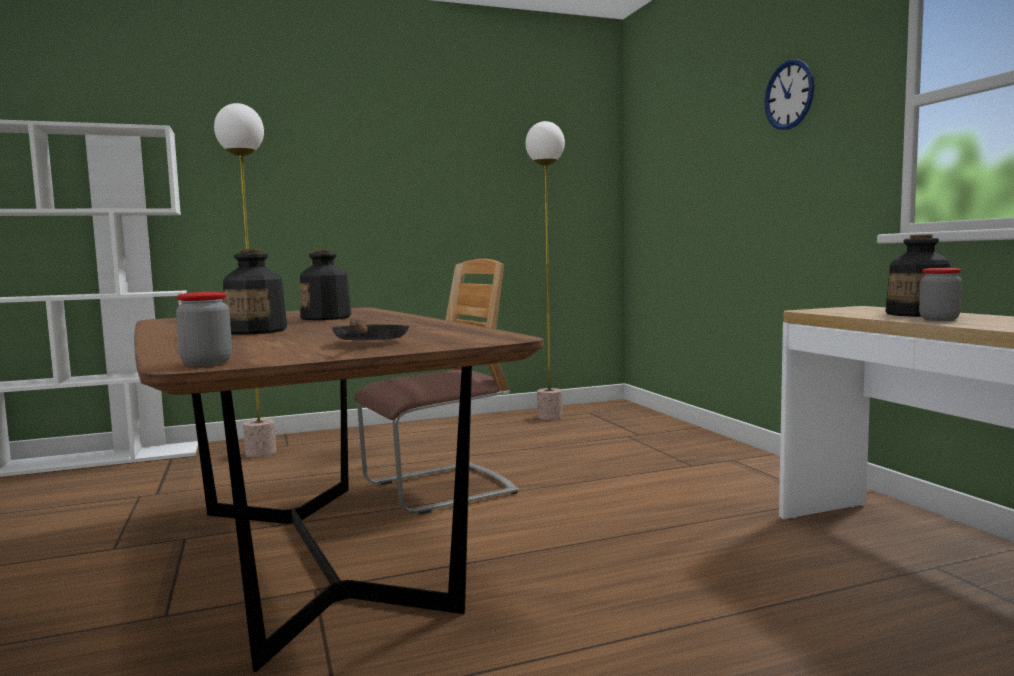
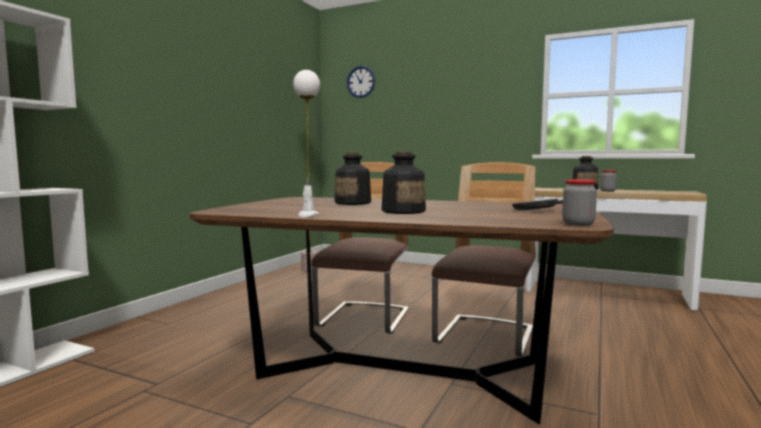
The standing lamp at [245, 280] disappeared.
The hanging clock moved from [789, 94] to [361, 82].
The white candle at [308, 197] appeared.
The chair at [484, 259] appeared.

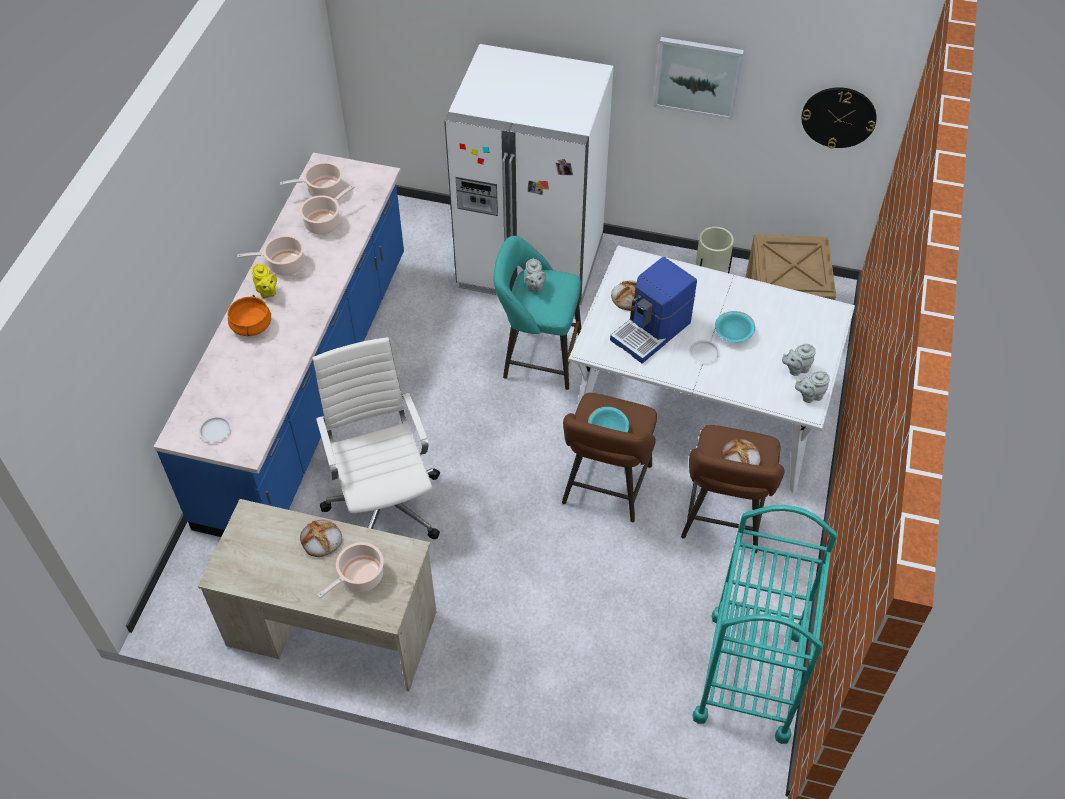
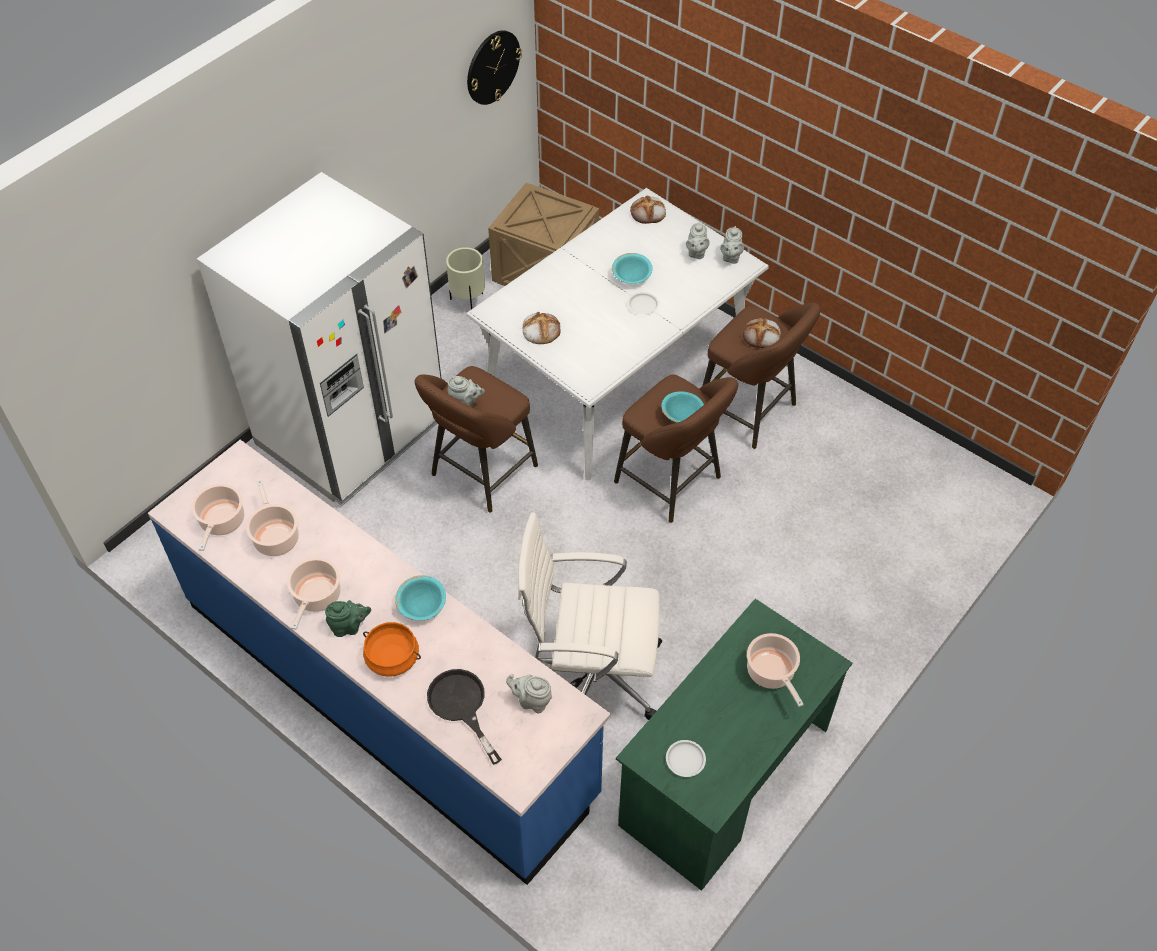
The beige-coloured desk unit at [317, 595] became the greenish desk unit at [734, 745].
The white flat dish moved from [215, 429] to [686, 758].
The yellowish tea pot at [264, 280] became the greenish tea pot at [348, 618].
The baked bread moved from [321, 538] to [648, 210].
The blue-green stool seat at [537, 313] became the brown stool seat at [476, 439].
The coffee brewer at [653, 310] disappeared.
The wall art at [699, 78] disappeared.
The blue-green trolley at [765, 624] disappeared.
The blue-green deep dish at [420, 598] appeared.
The blackish frying pan at [464, 717] appeared.
The gray tea pot at [529, 693] appeared.

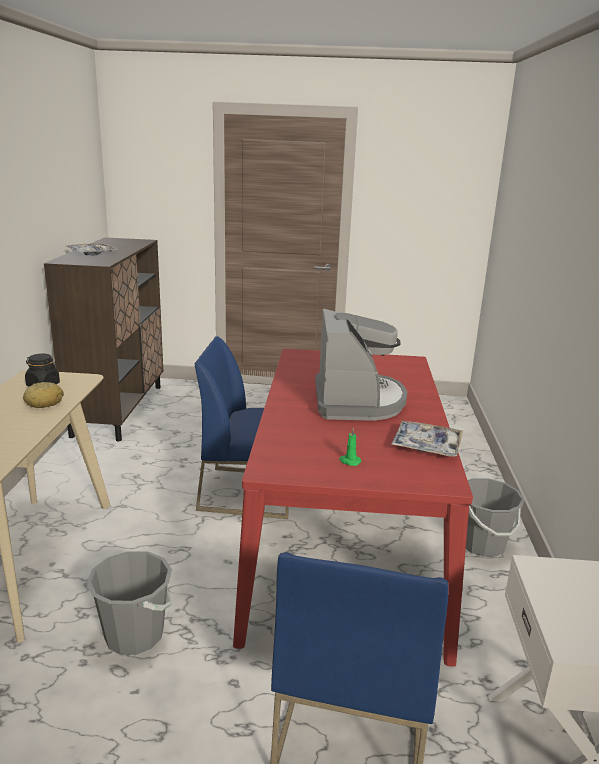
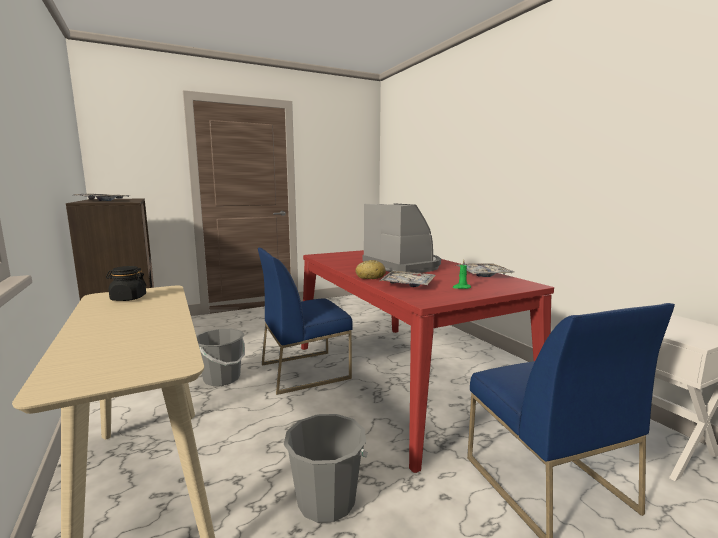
The baked bread moved from [43, 395] to [370, 269].
The gray water bucket moved from [495, 517] to [220, 357].
The tray at [407, 279] appeared.

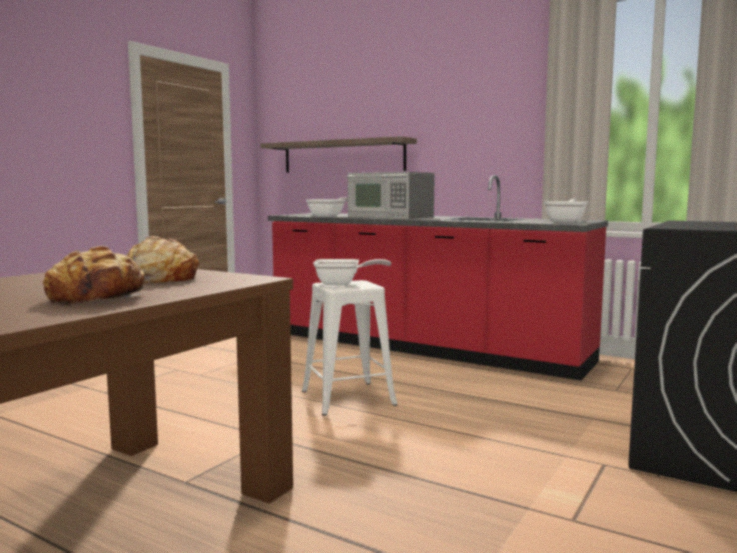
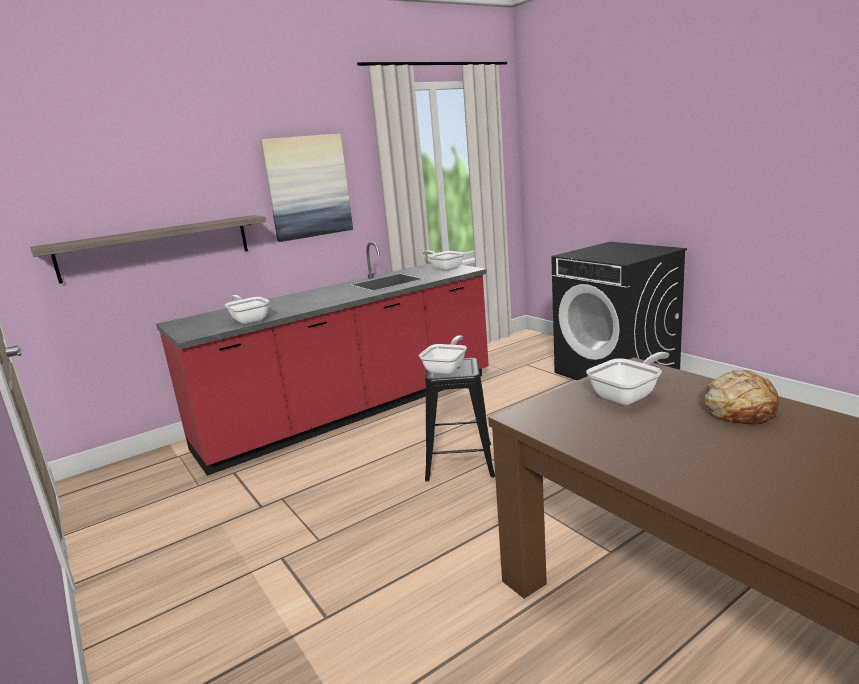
The baked bread at [163, 259] was replaced by the frying pan at [628, 379].
The white stool seat at [349, 348] became the blackish stool seat at [460, 420].
The microwave oven at [390, 195] disappeared.
The wall art at [306, 187] appeared.

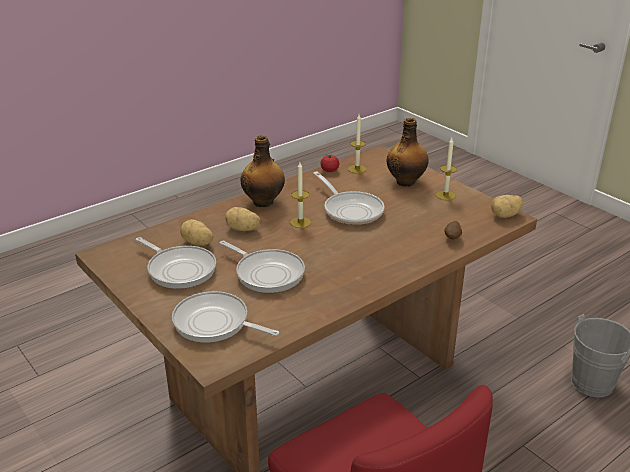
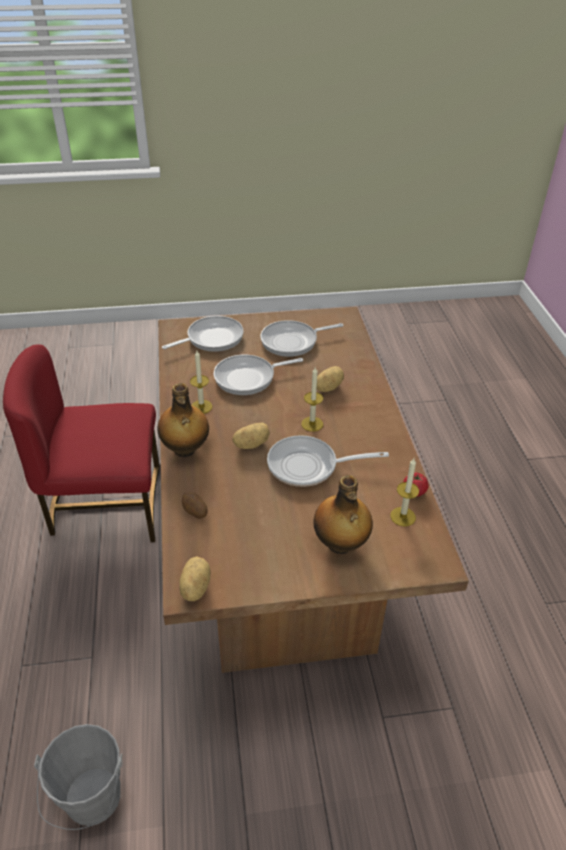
The whole potato moved from [196, 232] to [251, 436].
The beverage bottle moved from [263, 171] to [183, 420].
The candle moved from [446, 169] to [201, 382].

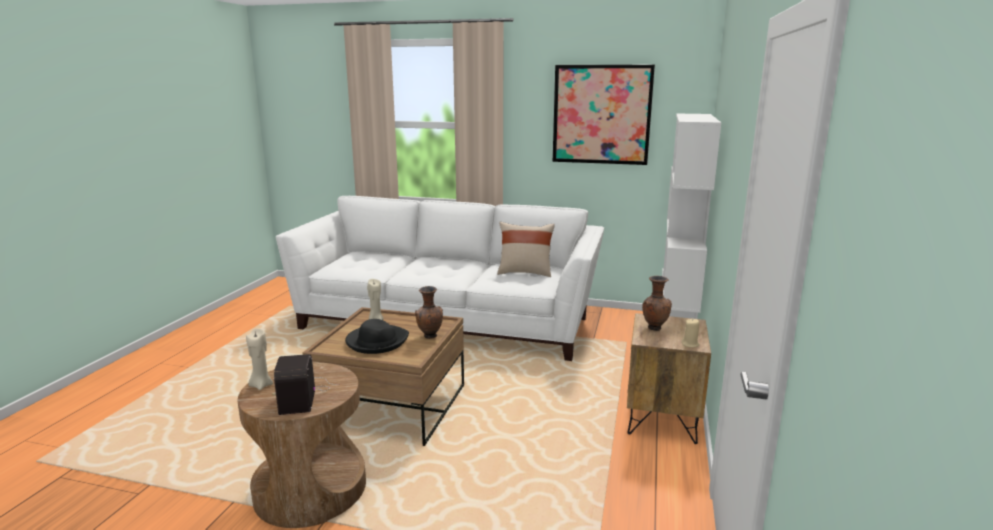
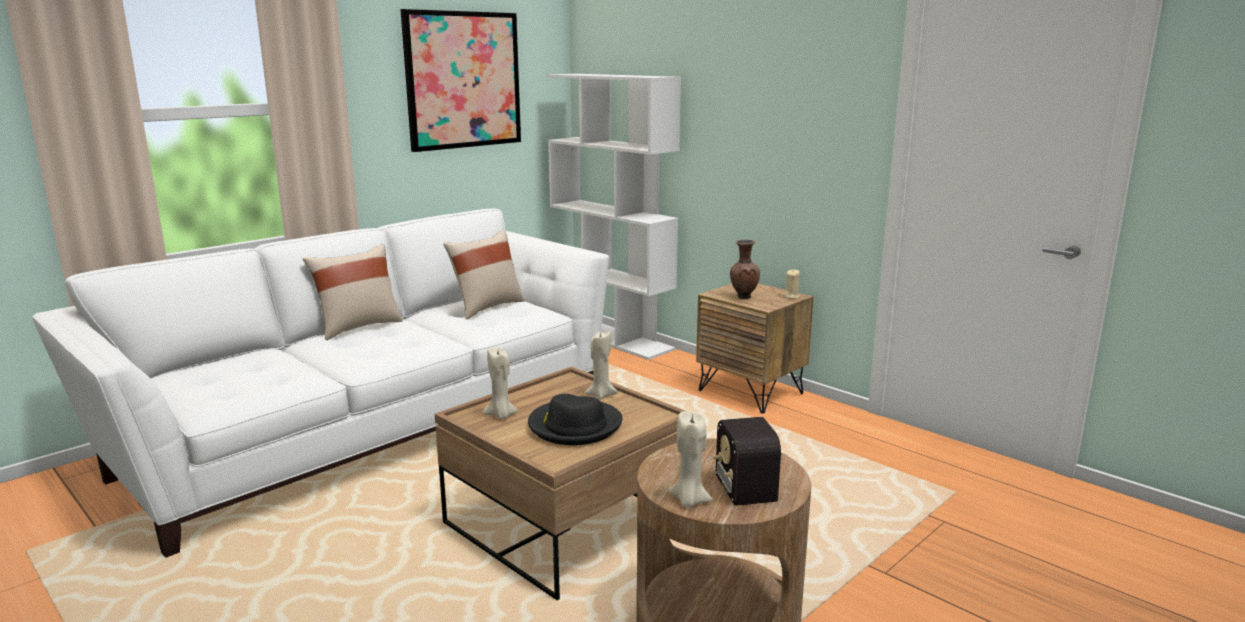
The radio set at [305, 384] turned 60 degrees clockwise.
The brown decorative vase at [429, 312] was replaced by the beige-coloured candle at [601, 364].
The beige-coloured cushion at [353, 292] appeared.

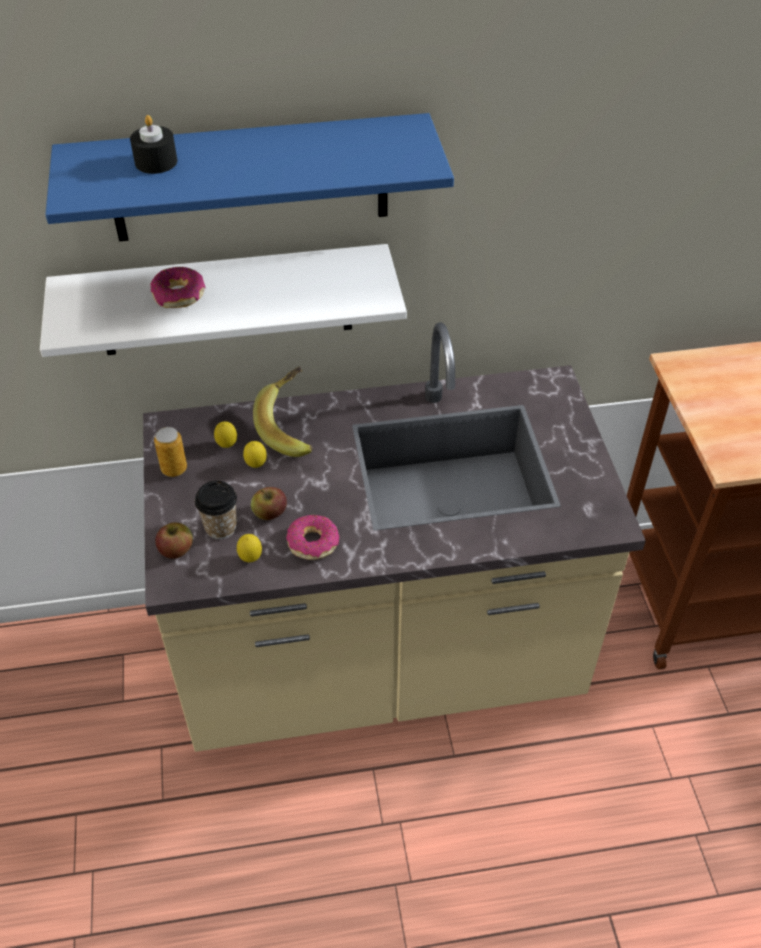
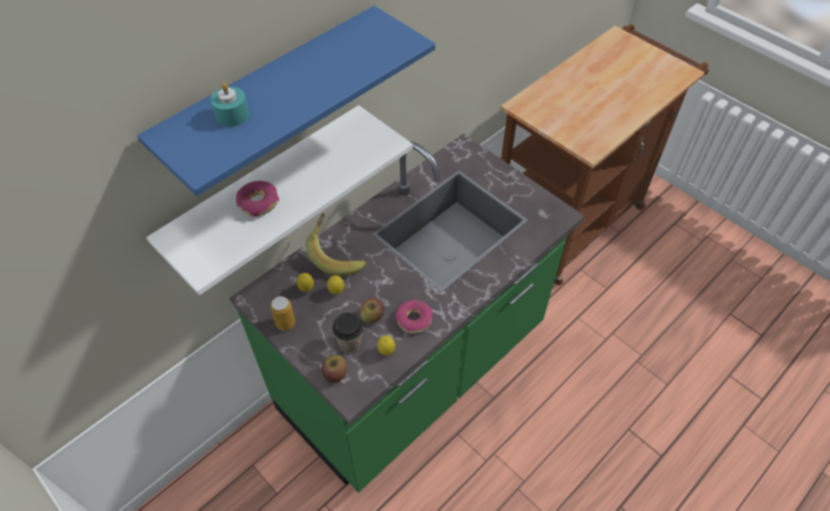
The blackish candle at [153, 144] became the blue-green candle at [229, 104].
The beige-coloured counter at [394, 537] became the greenish counter at [406, 313].

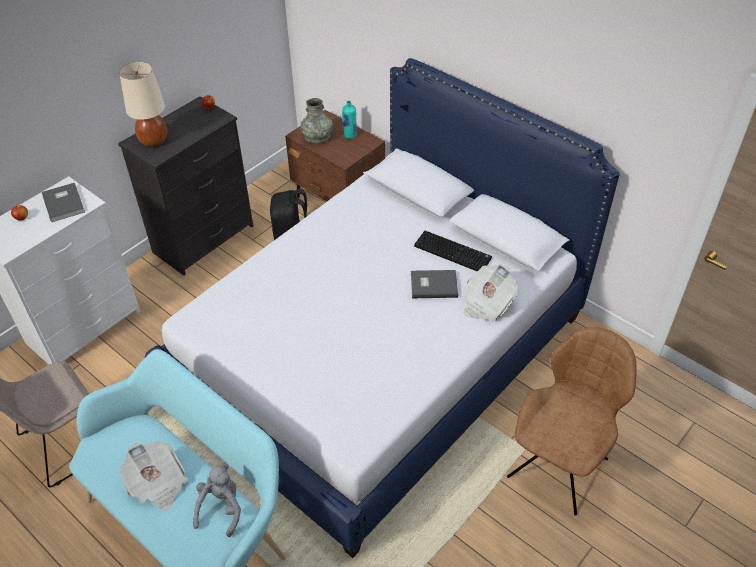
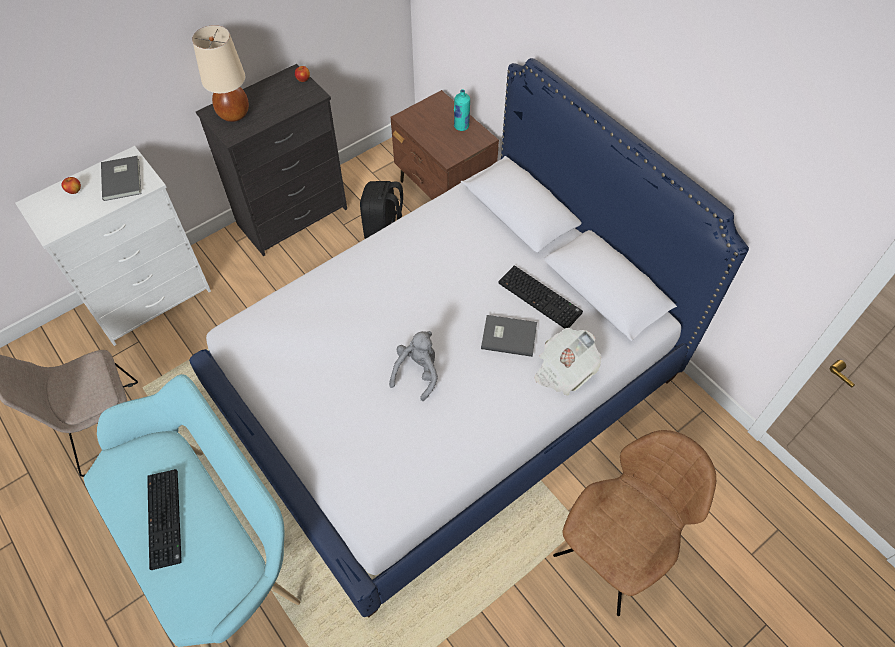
The daily paper at [154, 476] was replaced by the computer keyboard at [164, 519].
The gray cuddly toy moved from [217, 500] to [413, 366].
The gray decorative vase at [316, 120] disappeared.

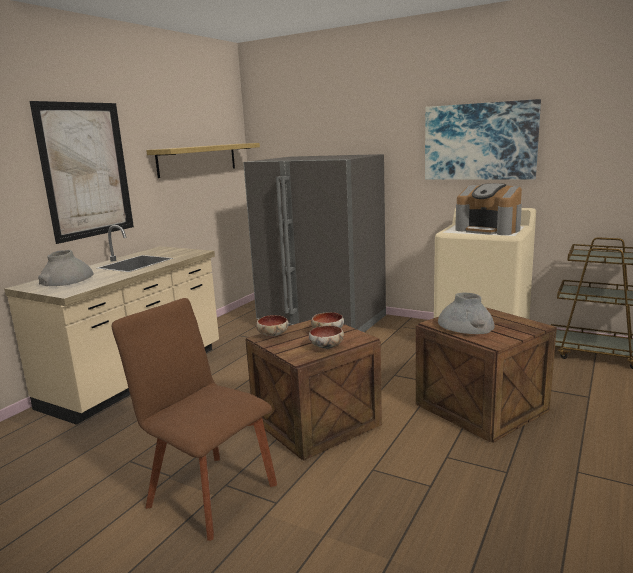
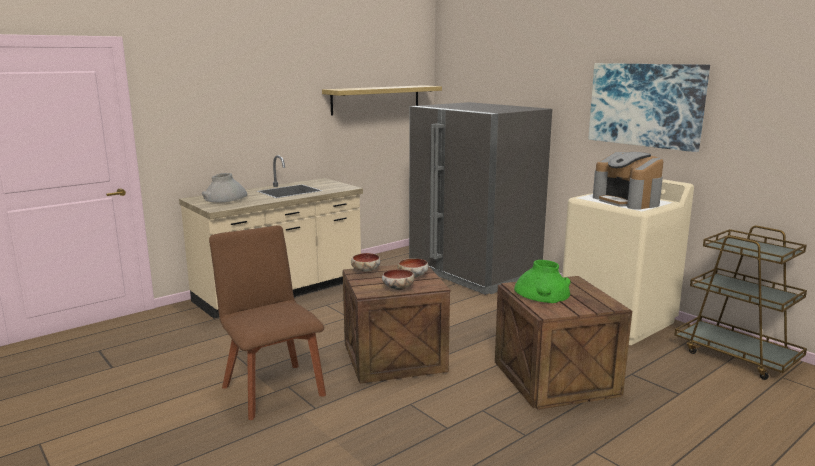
The wall art at [81, 172] disappeared.
The gray decorative vase at [466, 313] became the greenish decorative vase at [542, 281].

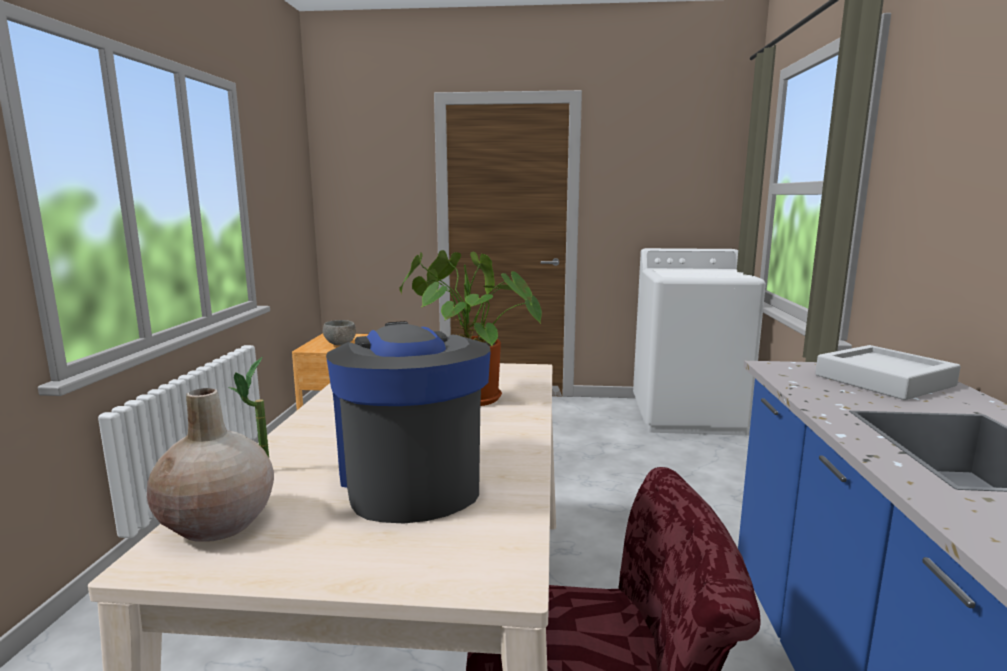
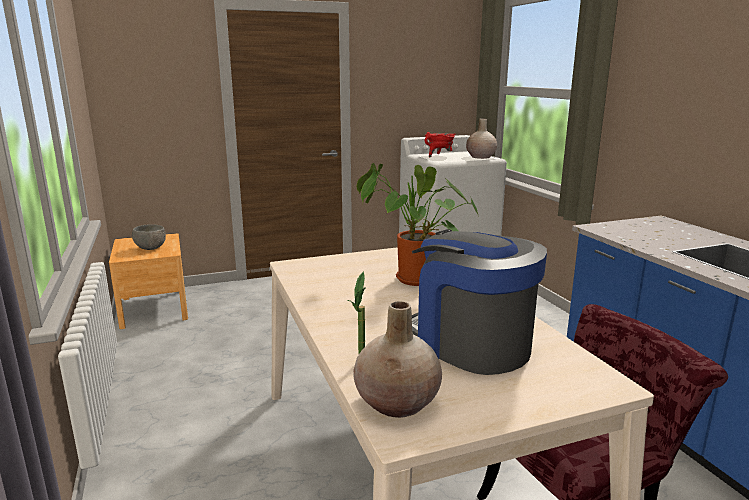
The gray tray at [888, 372] disappeared.
The red-coloured cooking pot at [440, 144] appeared.
The beige-coloured decorative vase at [481, 138] appeared.

